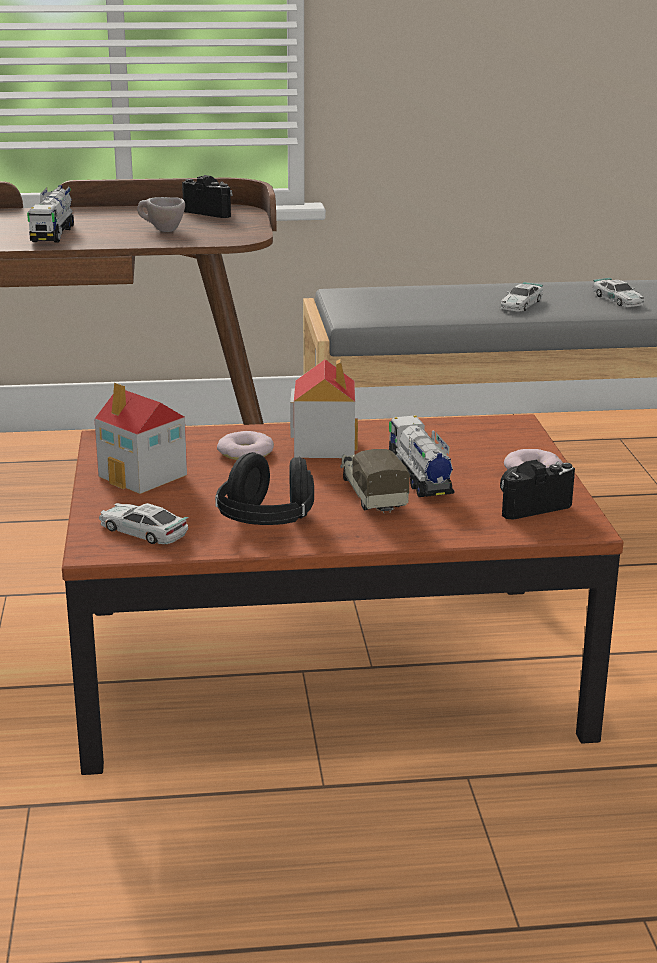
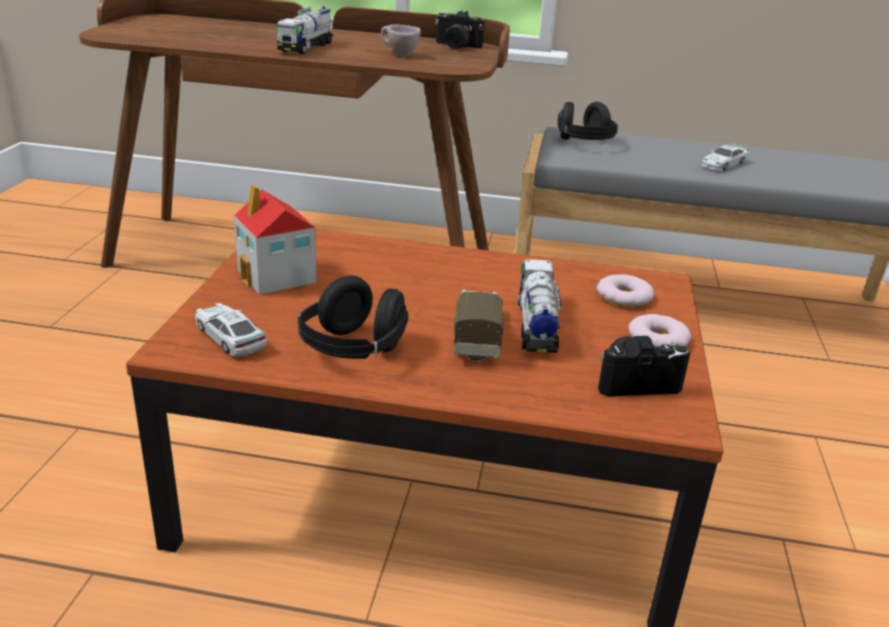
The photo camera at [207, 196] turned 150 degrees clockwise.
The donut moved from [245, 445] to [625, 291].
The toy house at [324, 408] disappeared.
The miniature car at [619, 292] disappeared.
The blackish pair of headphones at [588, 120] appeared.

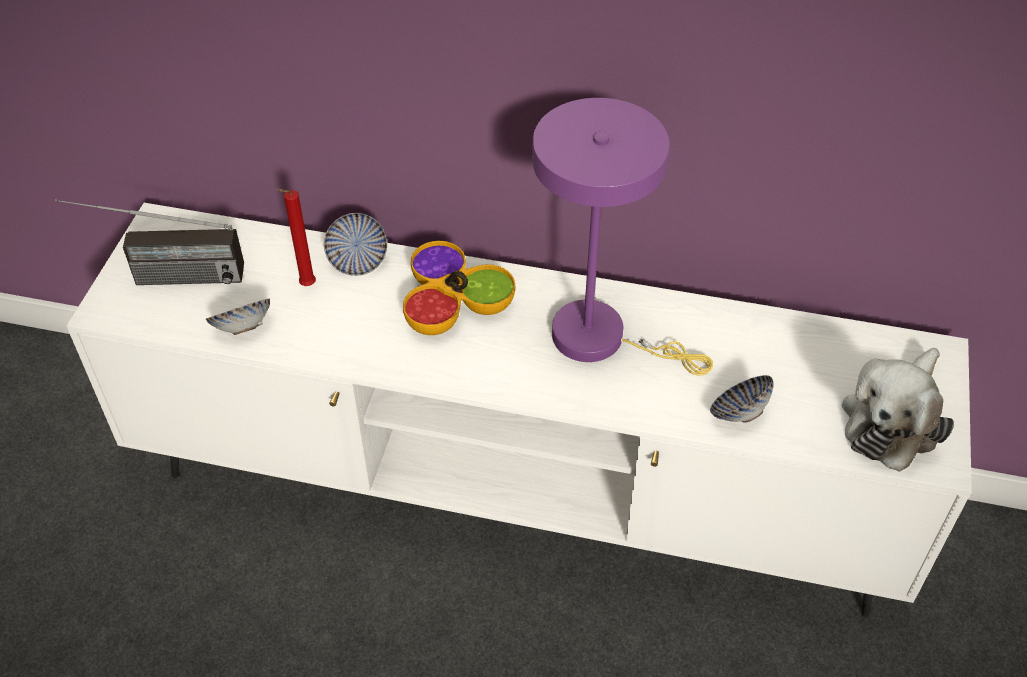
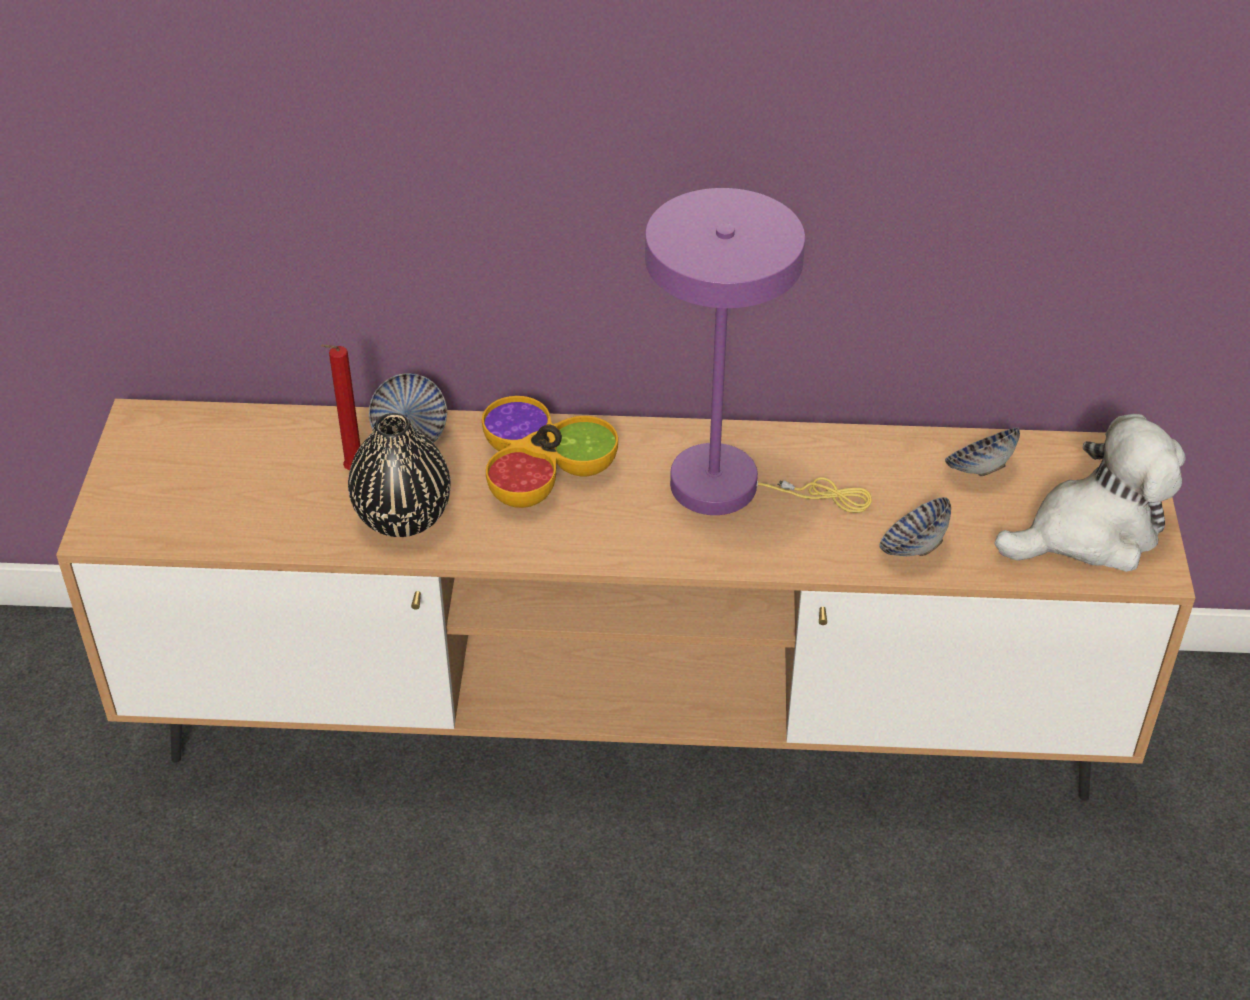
The radio set at [149, 242] disappeared.
The white tv unit at [519, 410] became the brown tv unit at [625, 600].
The deep dish moved from [238, 316] to [982, 451].
The cuddly toy at [898, 410] turned 135 degrees counterclockwise.
The blackish decorative vase at [399, 475] appeared.

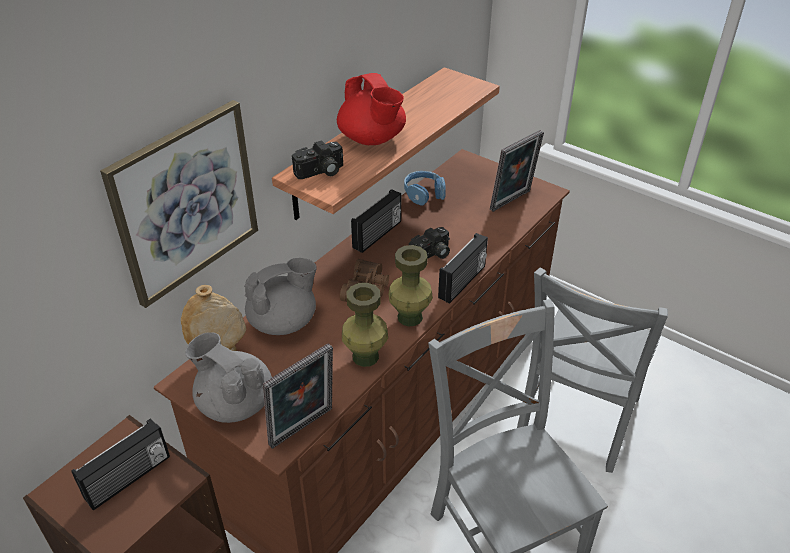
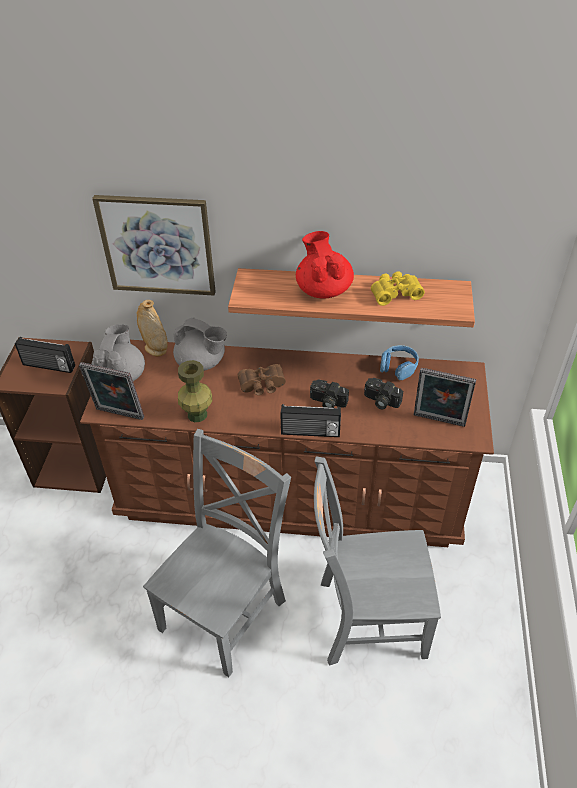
The photo camera moved from [317, 159] to [383, 394].
The red-coloured tea pot at [371, 109] turned 135 degrees clockwise.
The radio set at [376, 221] disappeared.
The greenish decorative vase at [410, 286] disappeared.
The yellowish binoculars at [398, 288] appeared.

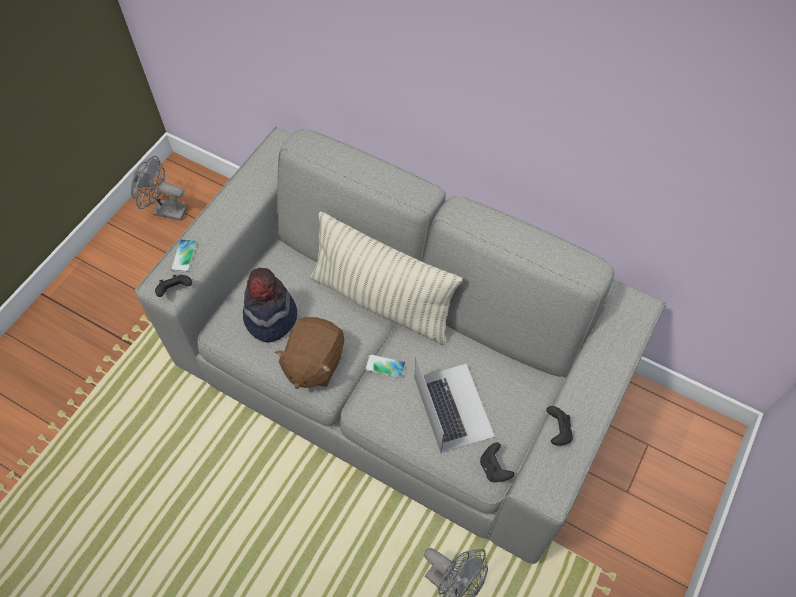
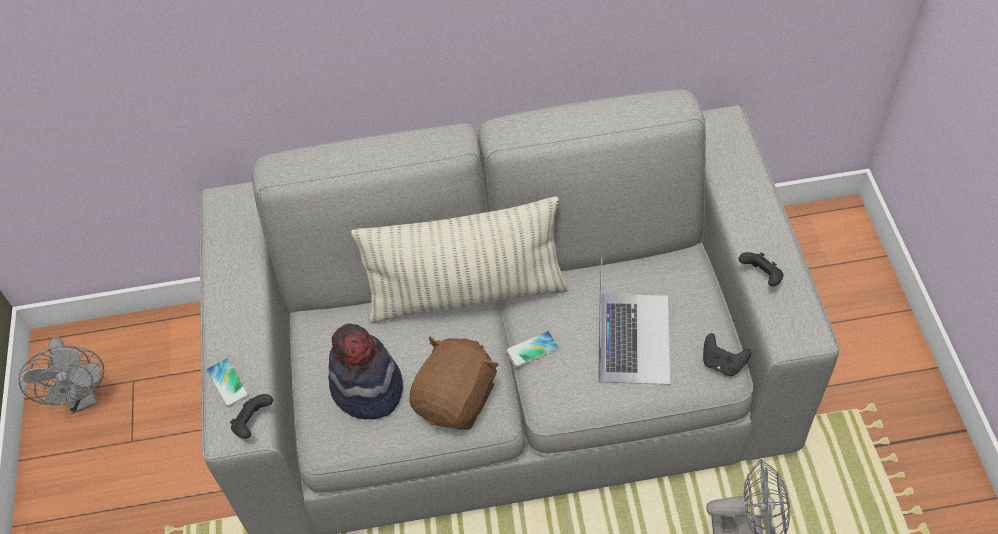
The gray fan at [159, 188] turned 90 degrees counterclockwise.
The brown cuddly toy at [309, 353] turned 135 degrees counterclockwise.
The notebook computer at [455, 404] turned 60 degrees clockwise.

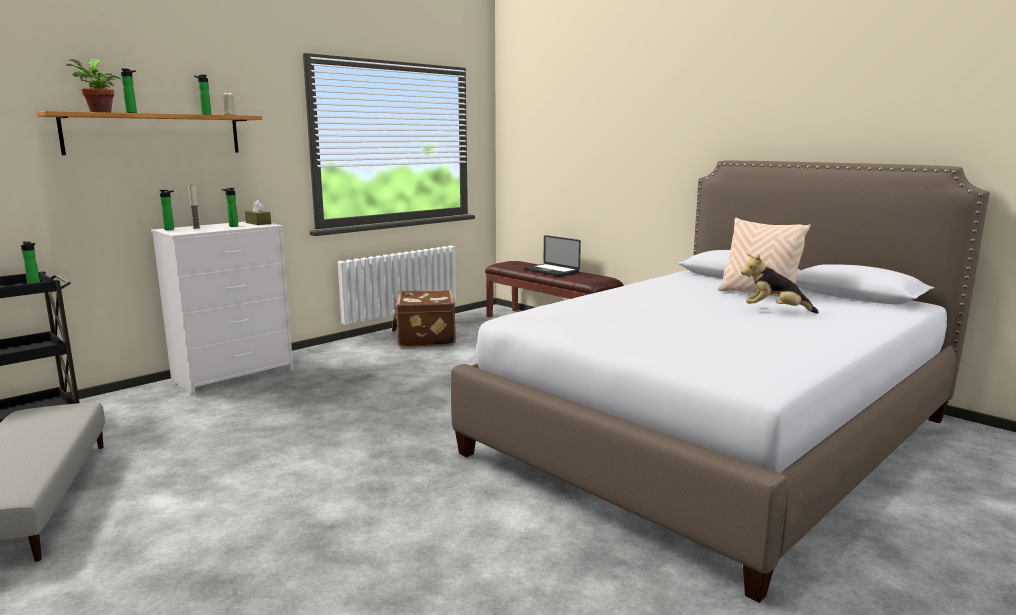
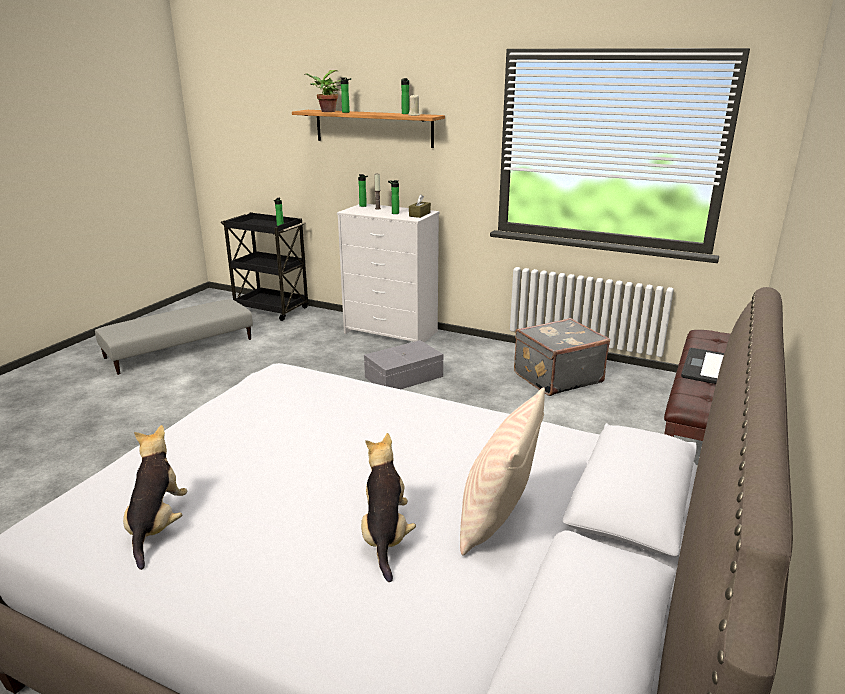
The brown travel case at [424, 319] became the gray travel case at [562, 357].
The cuddly toy at [155, 497] appeared.
The gray storage container at [403, 364] appeared.

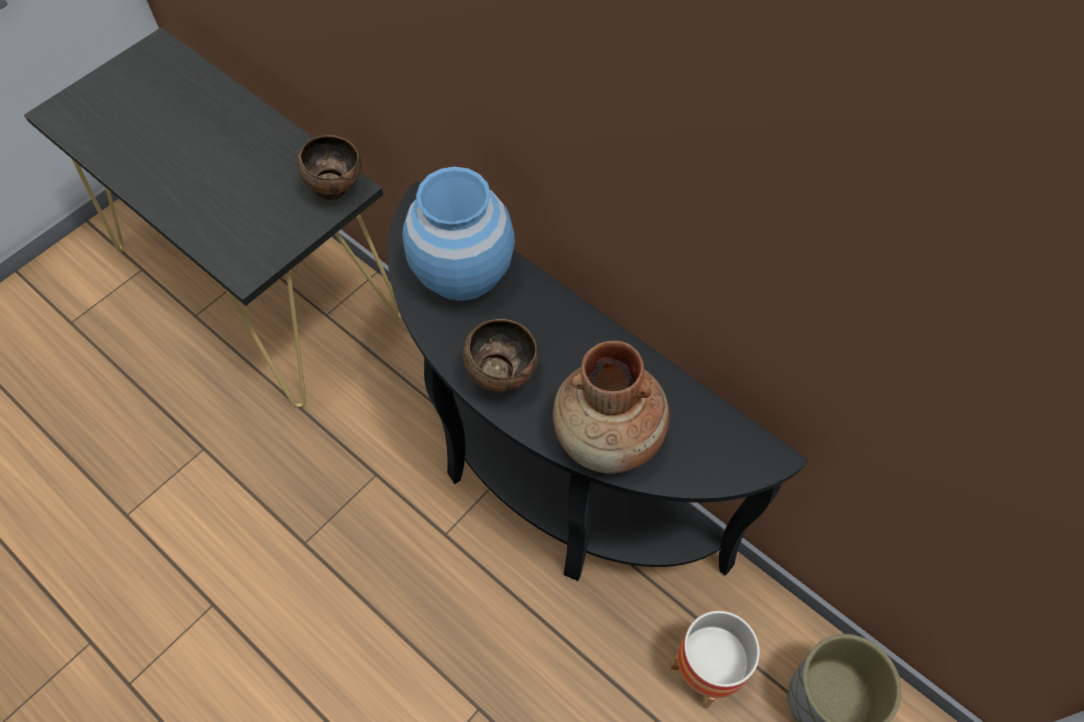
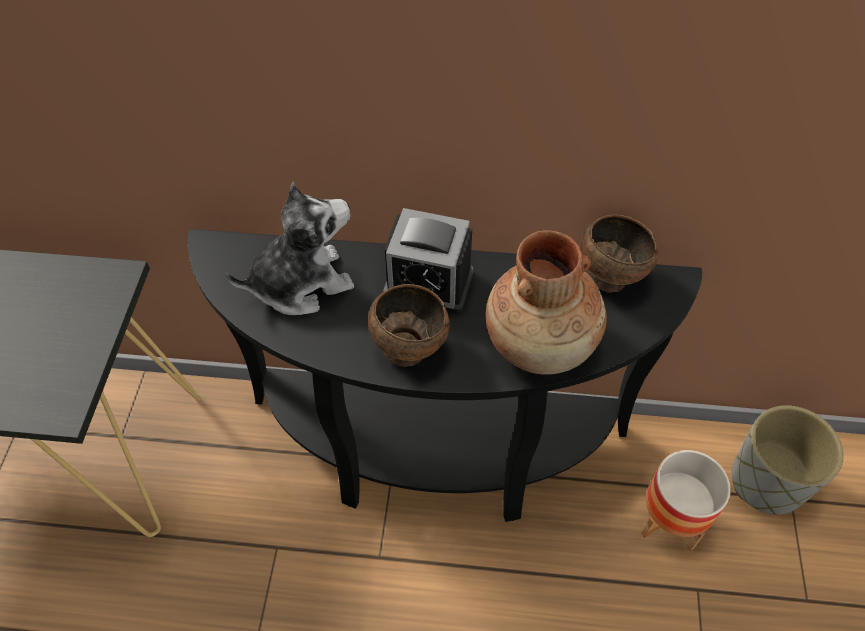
The brown deep dish moved from [329, 167] to [619, 253].
The bluish decorative vase at [458, 234] was replaced by the cuddly toy at [290, 248].
The bedside clock at [428, 261] appeared.

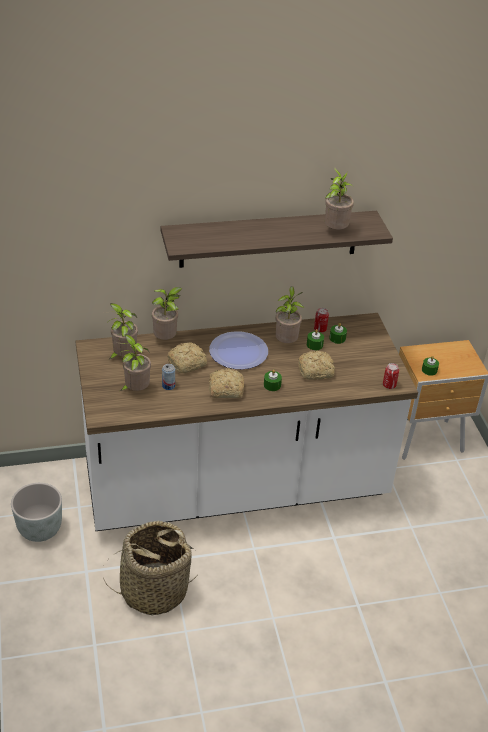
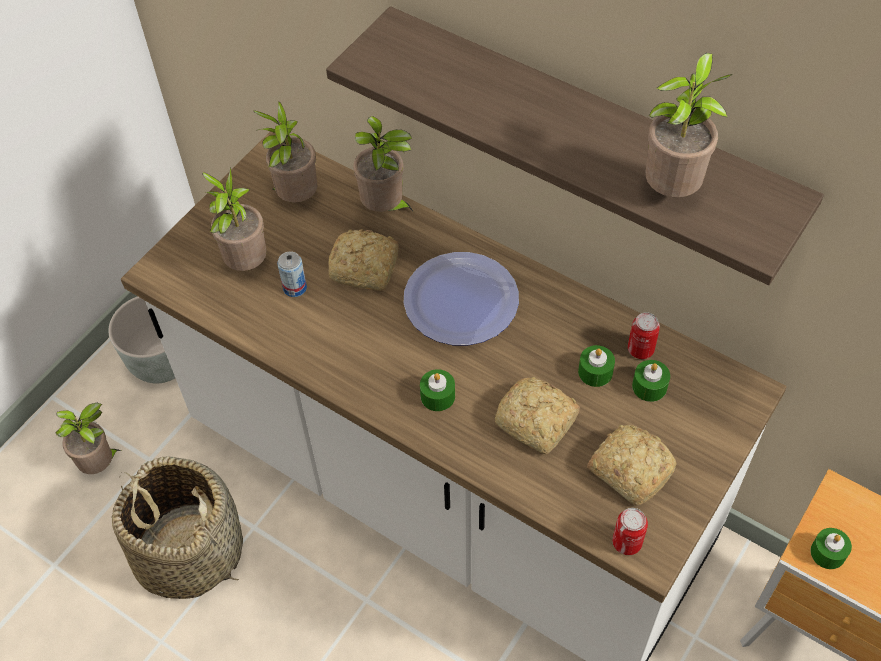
The baked bread moved from [226, 383] to [632, 465].
The plant in a pot moved from [290, 314] to [88, 438].

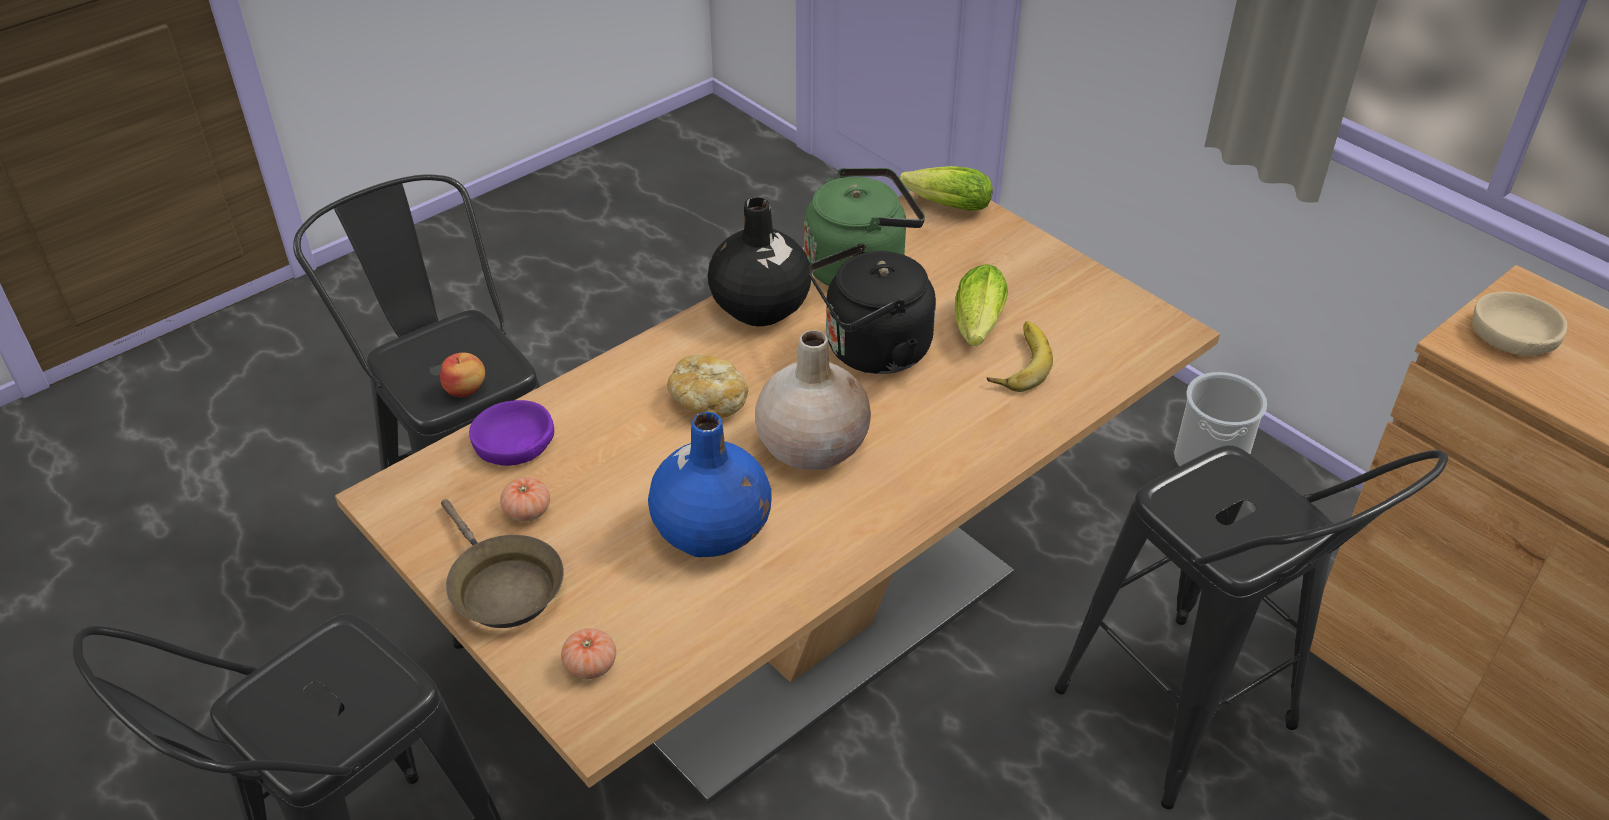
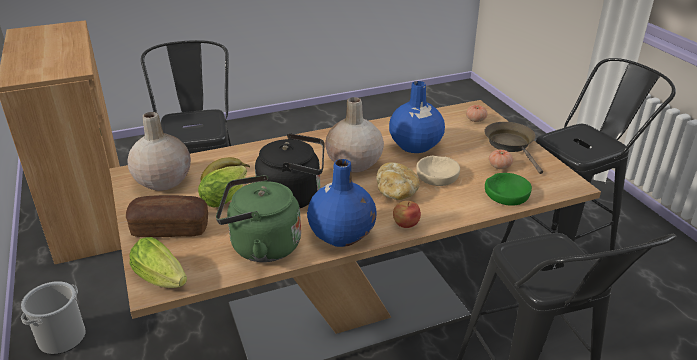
The whole apple moved from [462, 375] to [407, 214].
The purple deep dish at [511, 433] became the greenish deep dish at [508, 189].
The blackish decorative vase at [759, 261] became the bluish decorative vase at [342, 203].
The beige-coloured deep dish moved from [1519, 324] to [438, 171].
The baked bread at [167, 216] appeared.
The beige-coloured decorative vase at [159, 151] appeared.

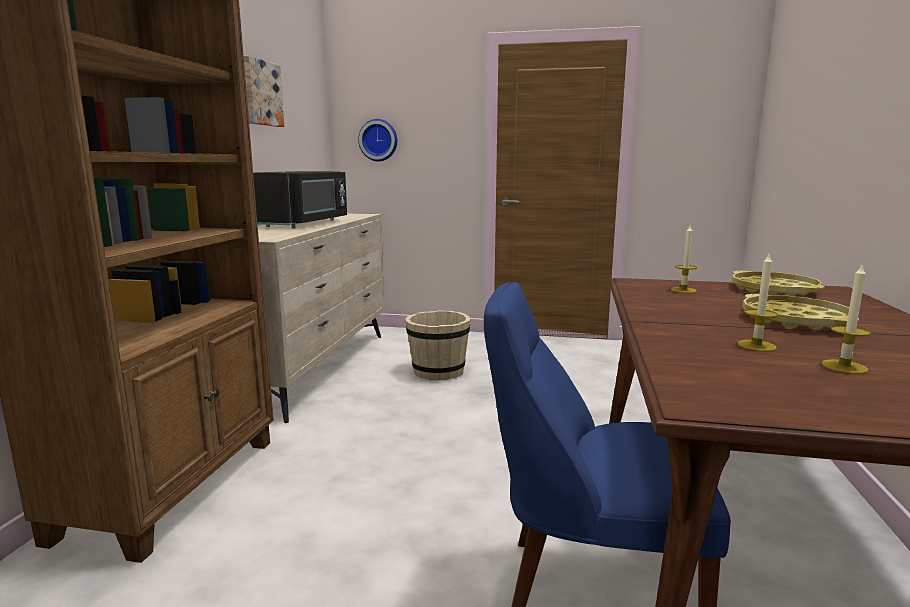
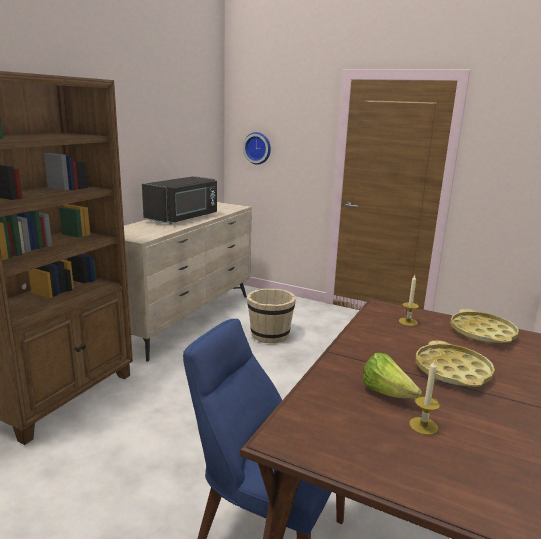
The wall art at [264, 91] disappeared.
The candle at [758, 303] was replaced by the lettuce at [392, 375].

